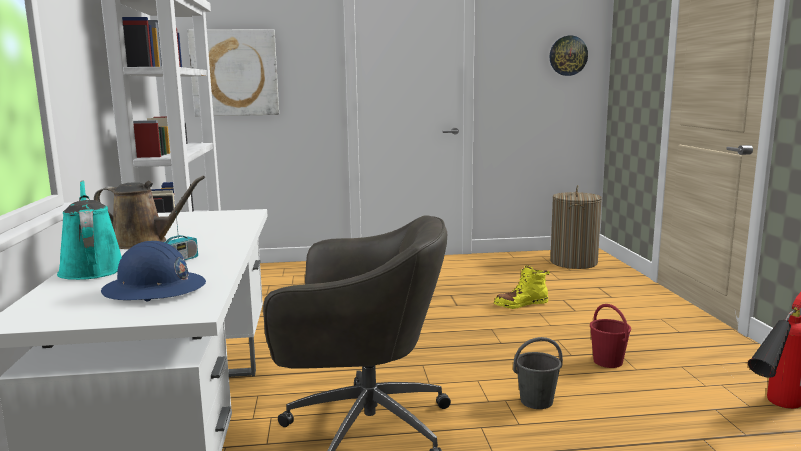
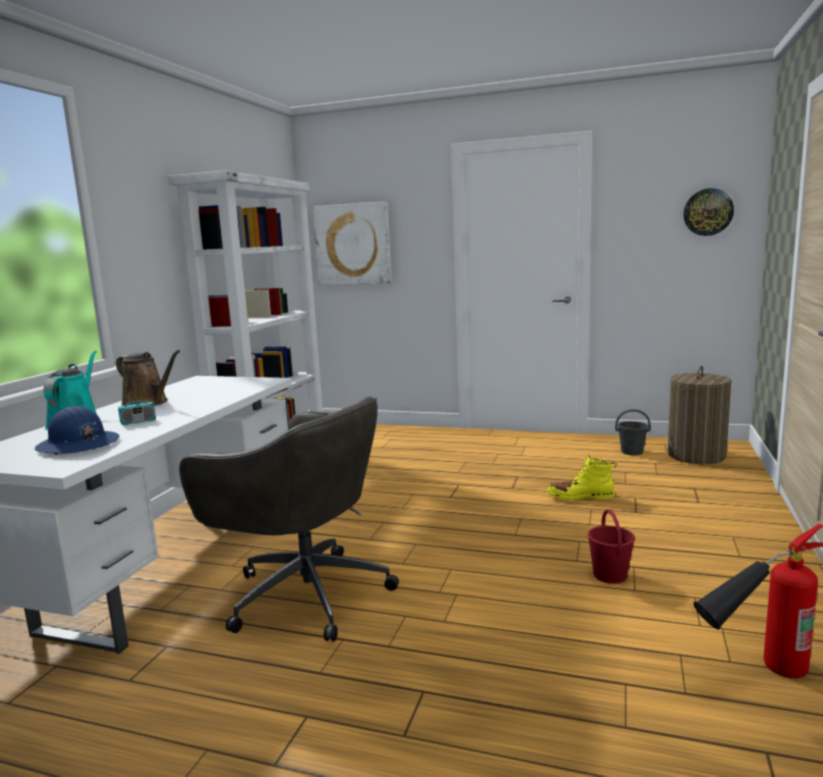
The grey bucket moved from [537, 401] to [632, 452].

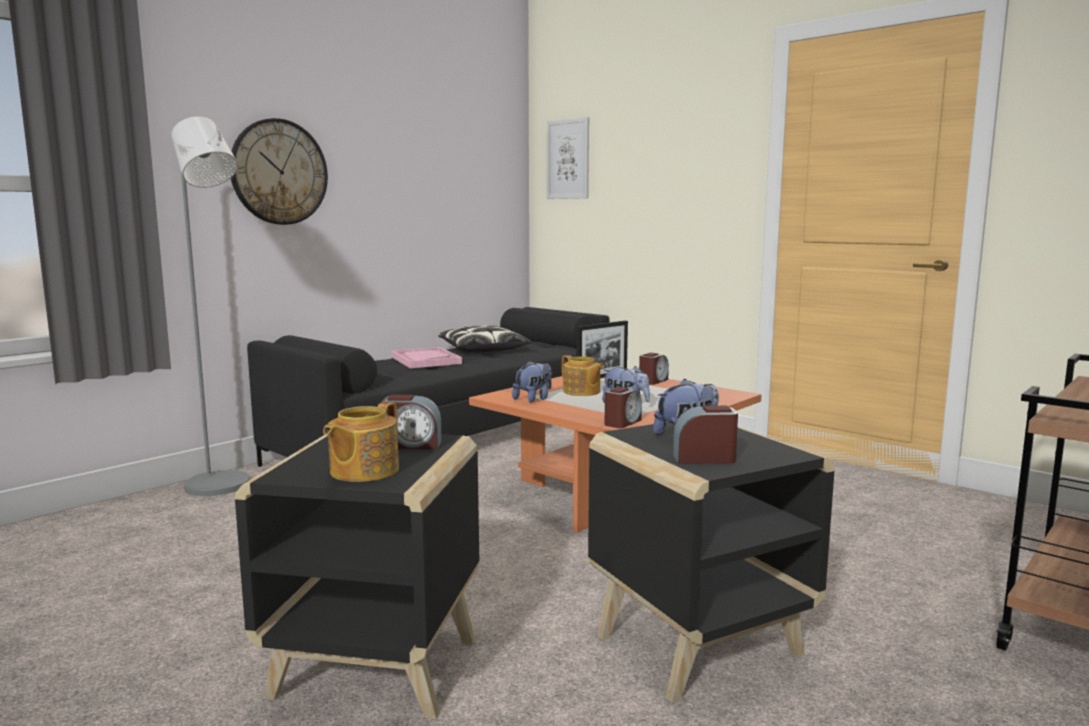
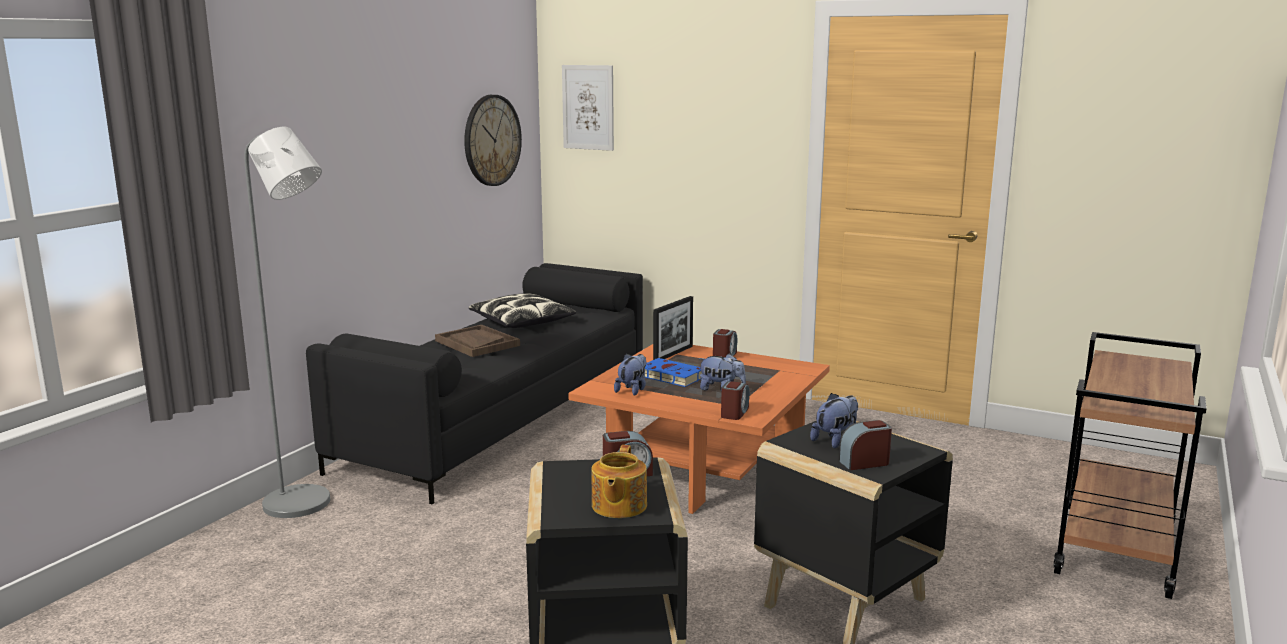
The pink tray at [425, 360] became the brown tray at [477, 343].
The wall clock moved from [279, 172] to [492, 140].
The teapot at [581, 392] was replaced by the blue book at [669, 376].

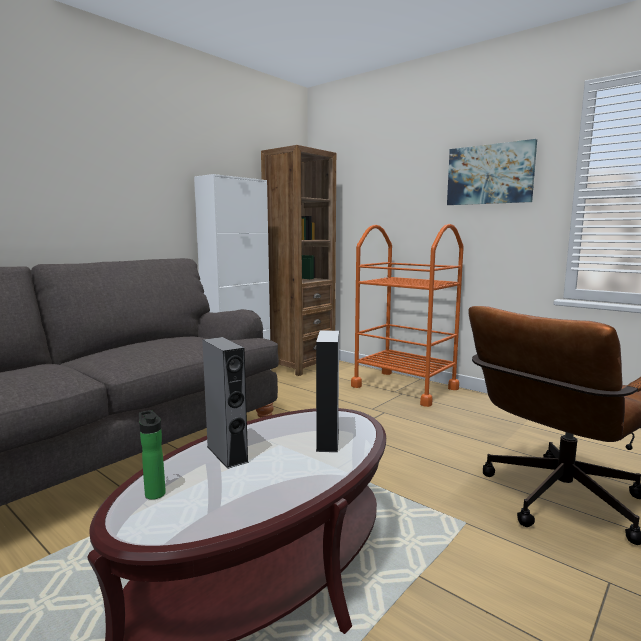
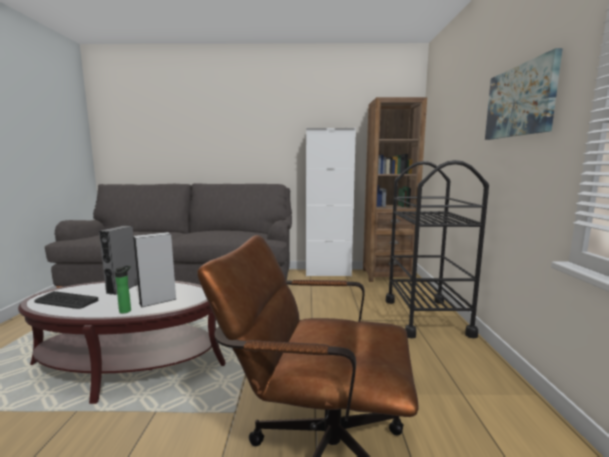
The keyboard at [66, 301] appeared.
The bottle moved from [154, 493] to [126, 310].
The orange cart at [404, 387] became the black cart at [426, 317].

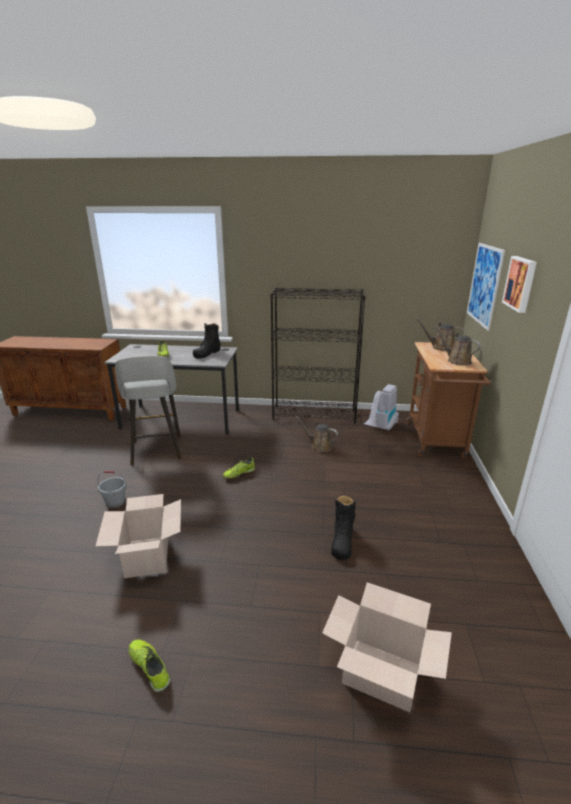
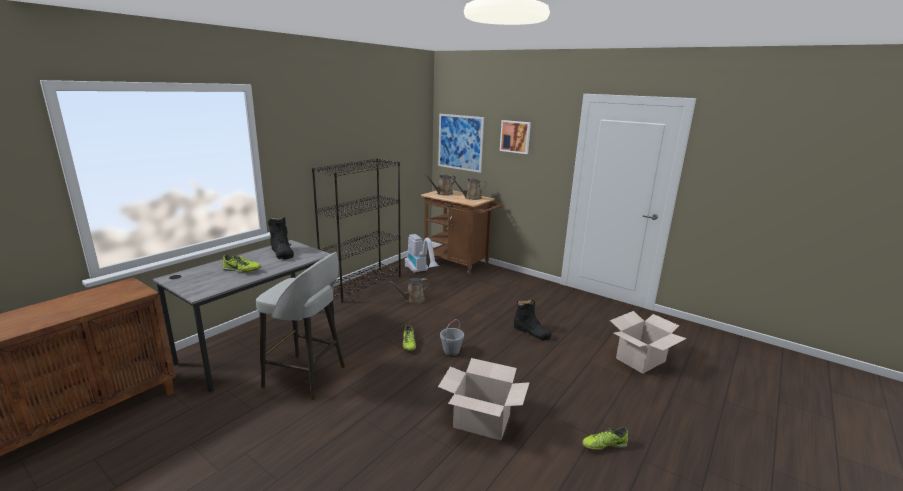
The grey bucket moved from [115, 502] to [451, 351].

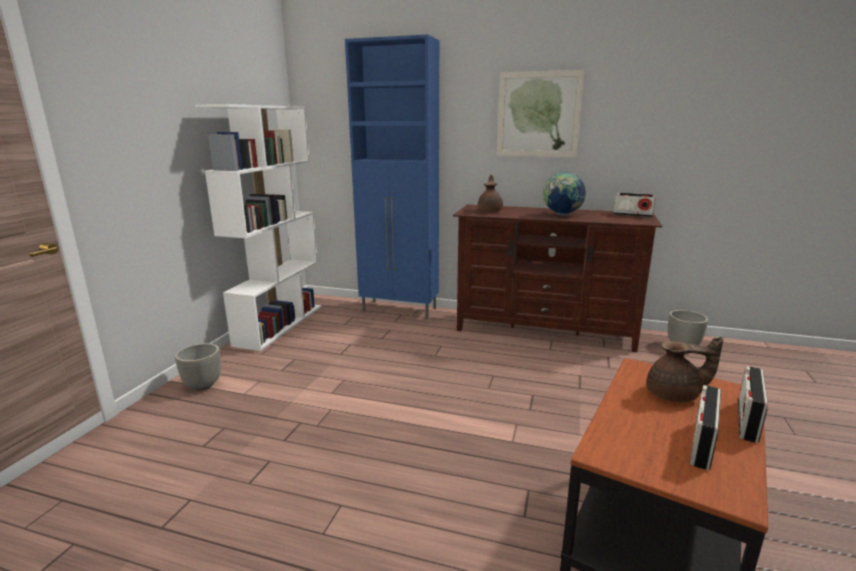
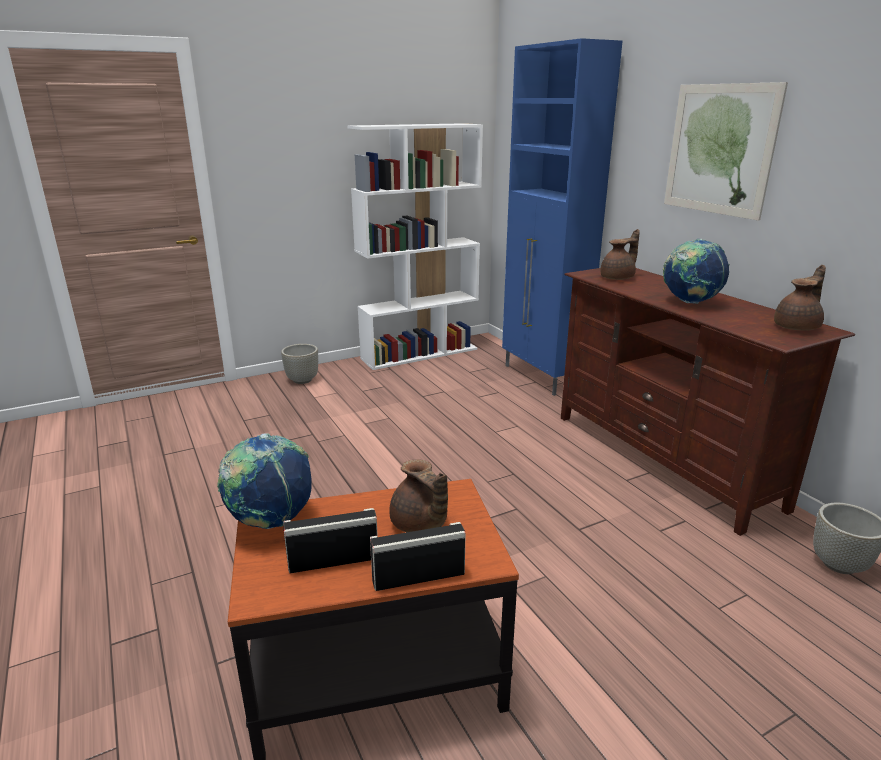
The globe at [270, 521] appeared.
The radio at [632, 215] was replaced by the brown teapot at [798, 327].

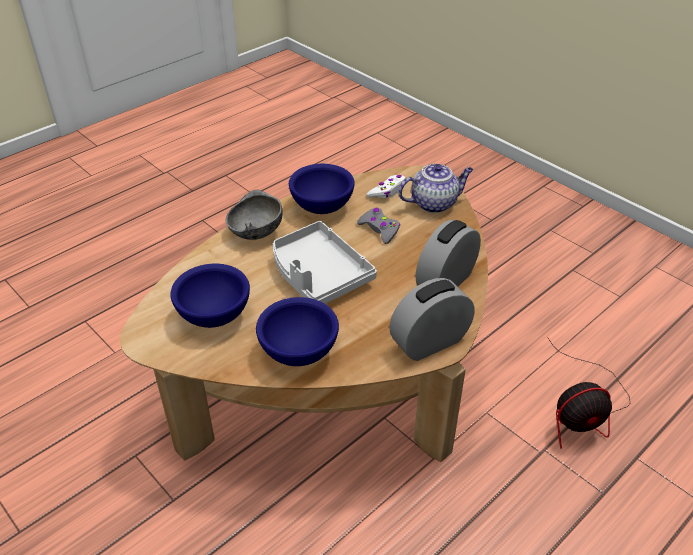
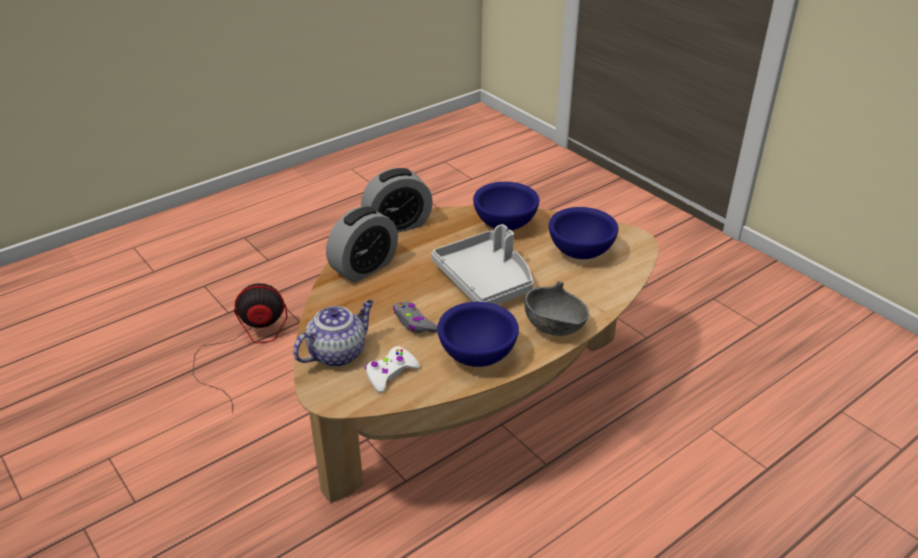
The teapot at [434, 203] turned 150 degrees clockwise.

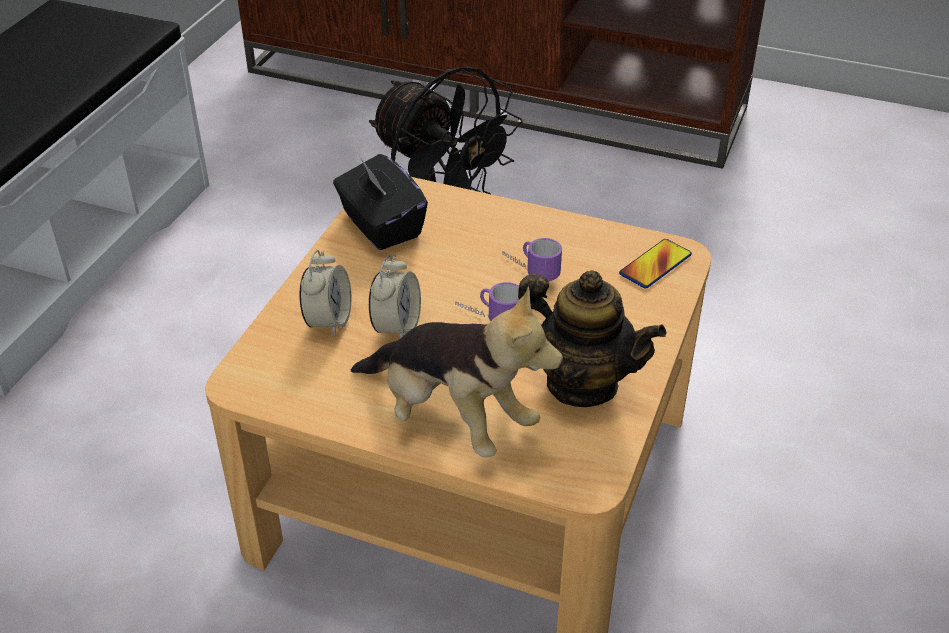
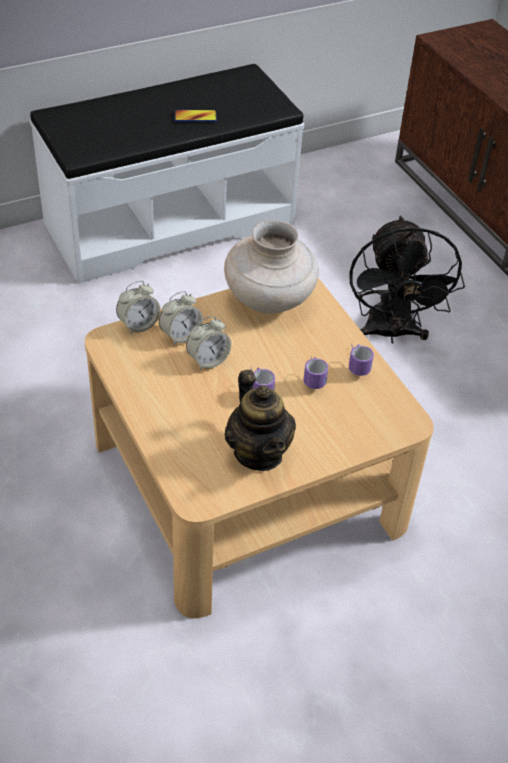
The alarm clock at [138, 325] appeared.
The phone moved from [655, 265] to [195, 117].
The black tissue box at [381, 226] was replaced by the beige vase at [269, 300].
The mug at [356, 363] appeared.
The plush toy at [451, 418] disappeared.

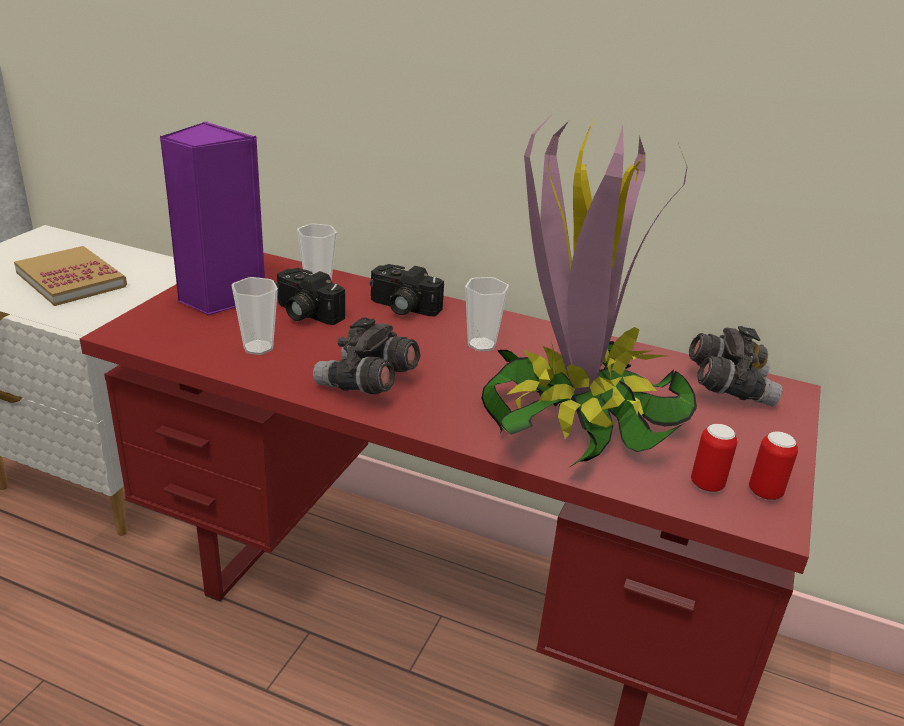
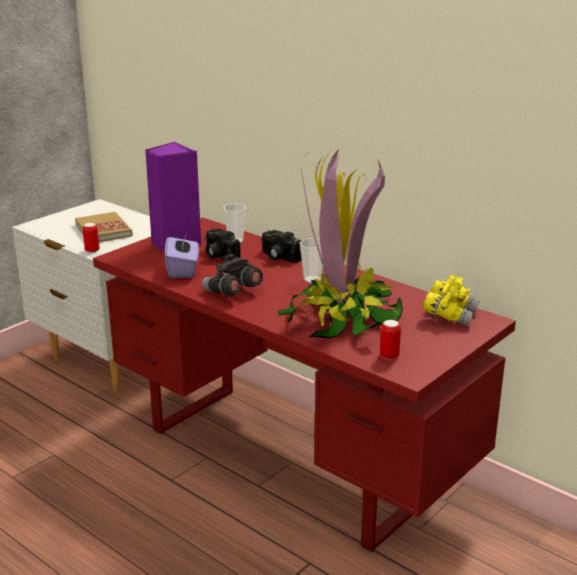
The can moved from [764, 492] to [92, 250].
The cup at [258, 348] was replaced by the purple tissue box at [183, 270].
The grey binoculars at [728, 388] became the yellow binoculars at [449, 315].

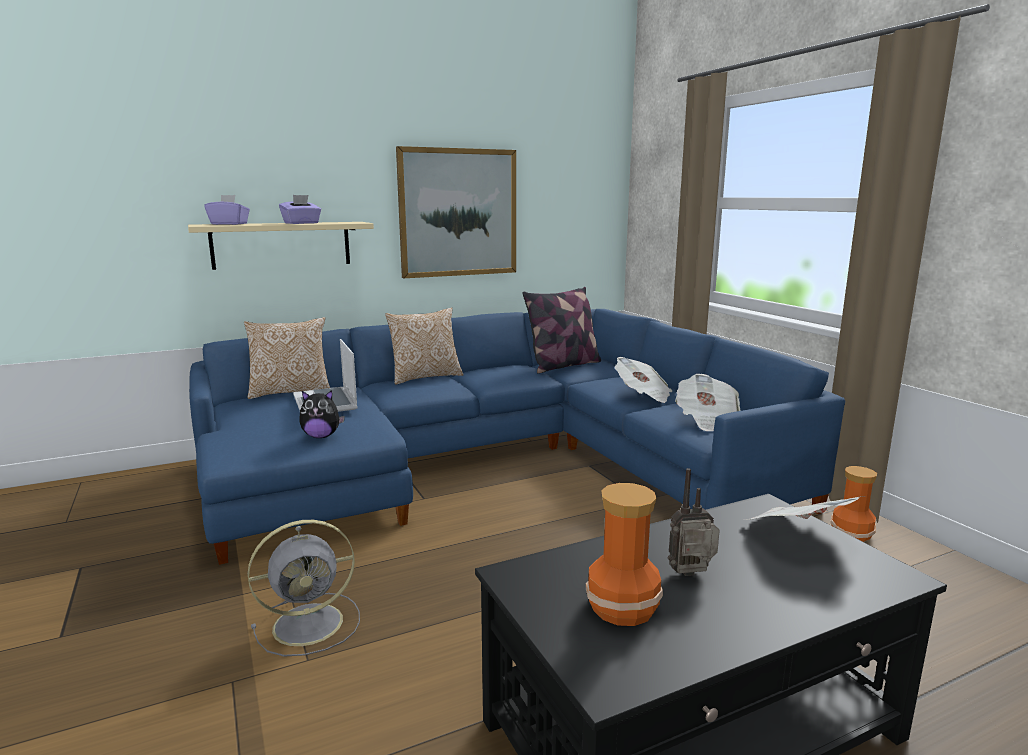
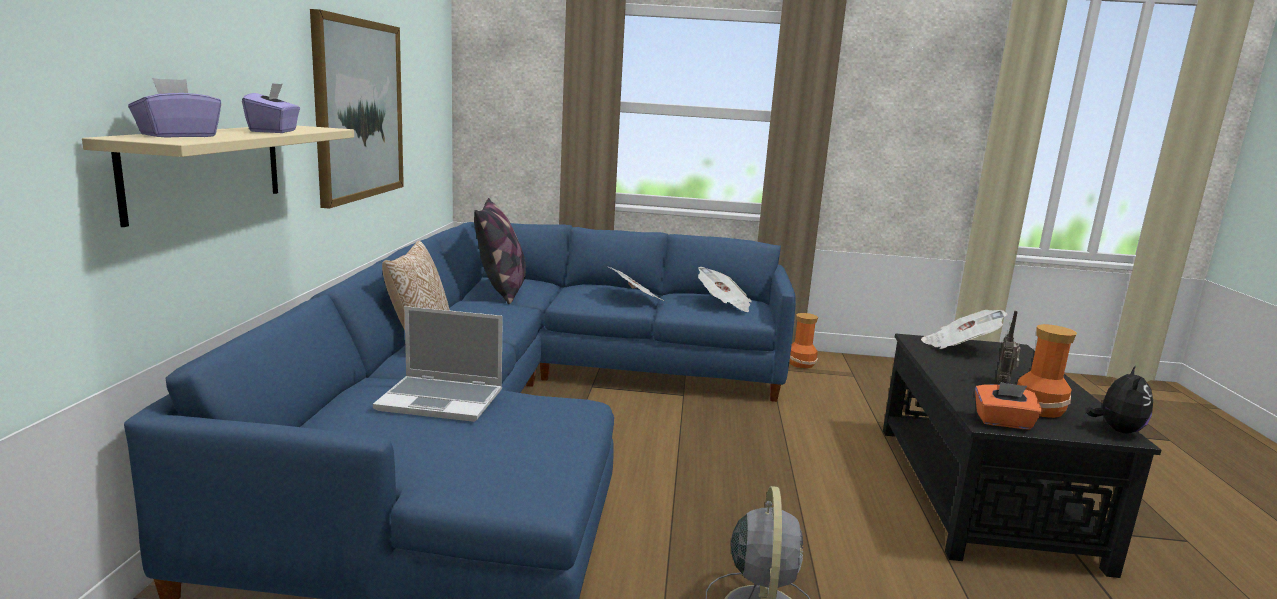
The orange tissue box at [1003, 422] appeared.
The plush toy moved from [321, 436] to [1116, 430].
The pillow at [290, 392] disappeared.

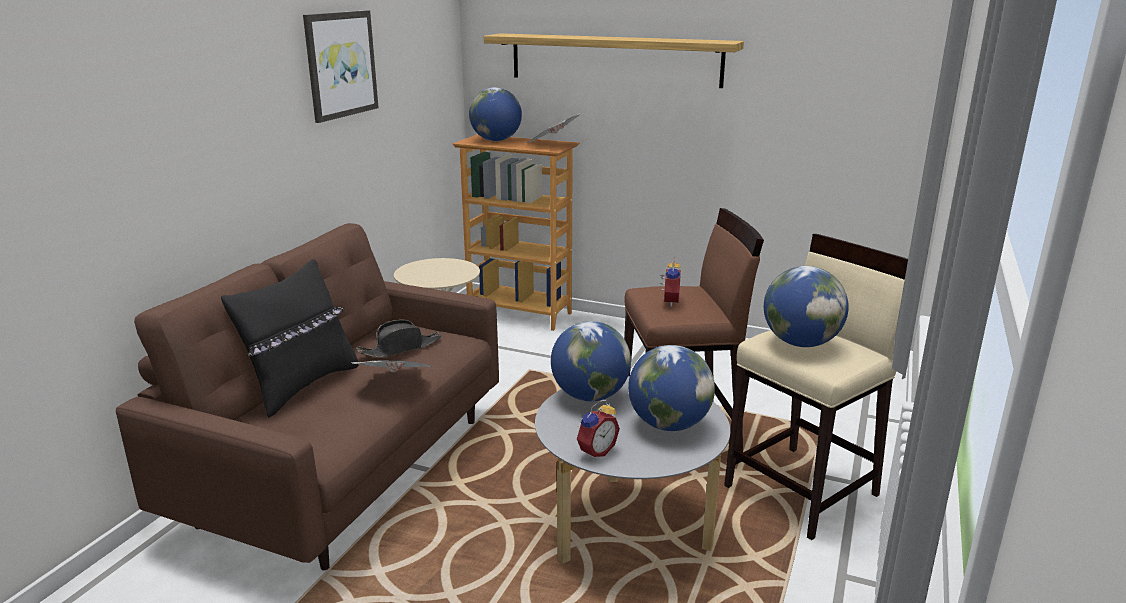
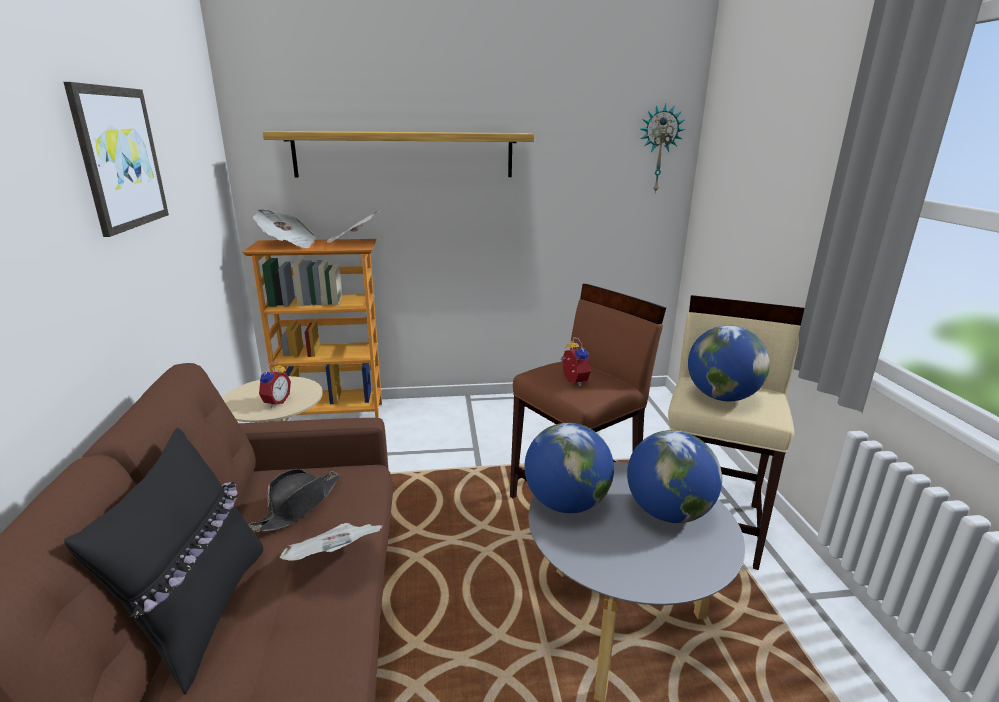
The globe at [496, 140] was replaced by the newspaper at [288, 244].
The alarm clock moved from [595, 451] to [275, 402].
The wall clock at [658, 149] appeared.

